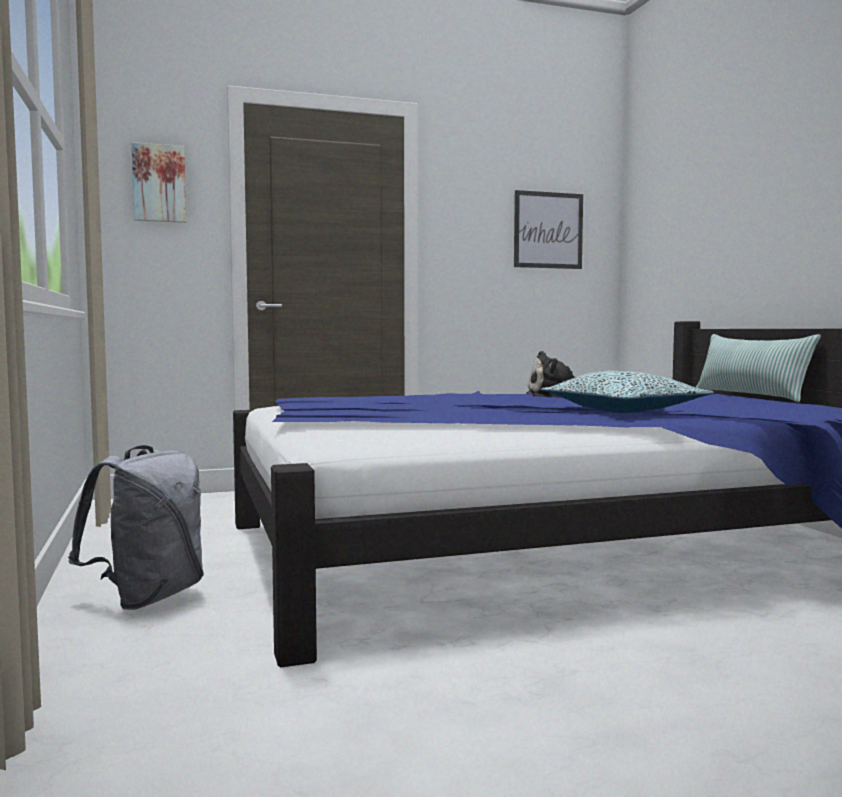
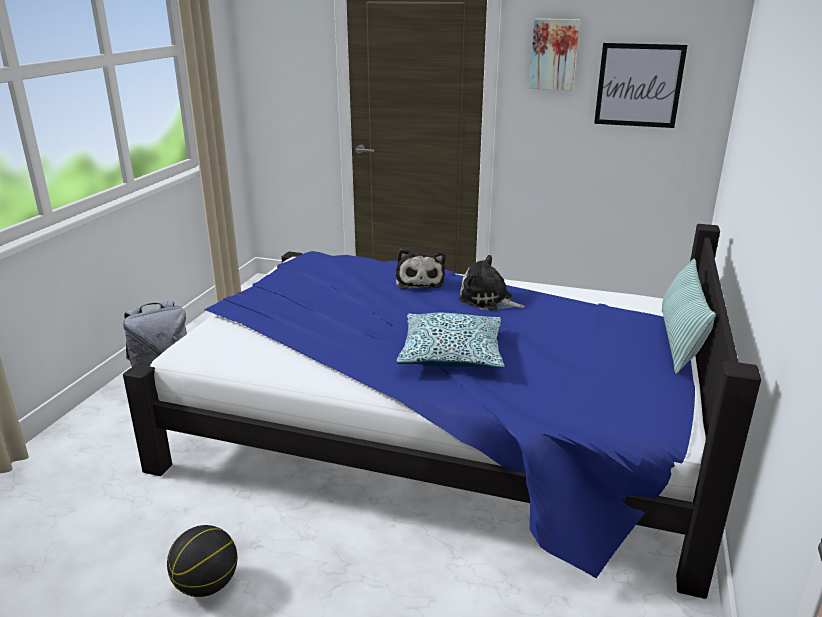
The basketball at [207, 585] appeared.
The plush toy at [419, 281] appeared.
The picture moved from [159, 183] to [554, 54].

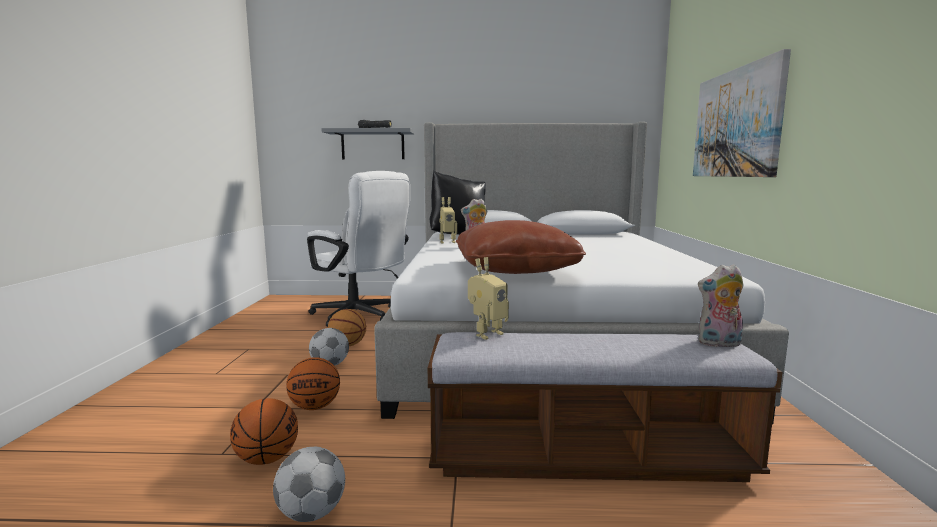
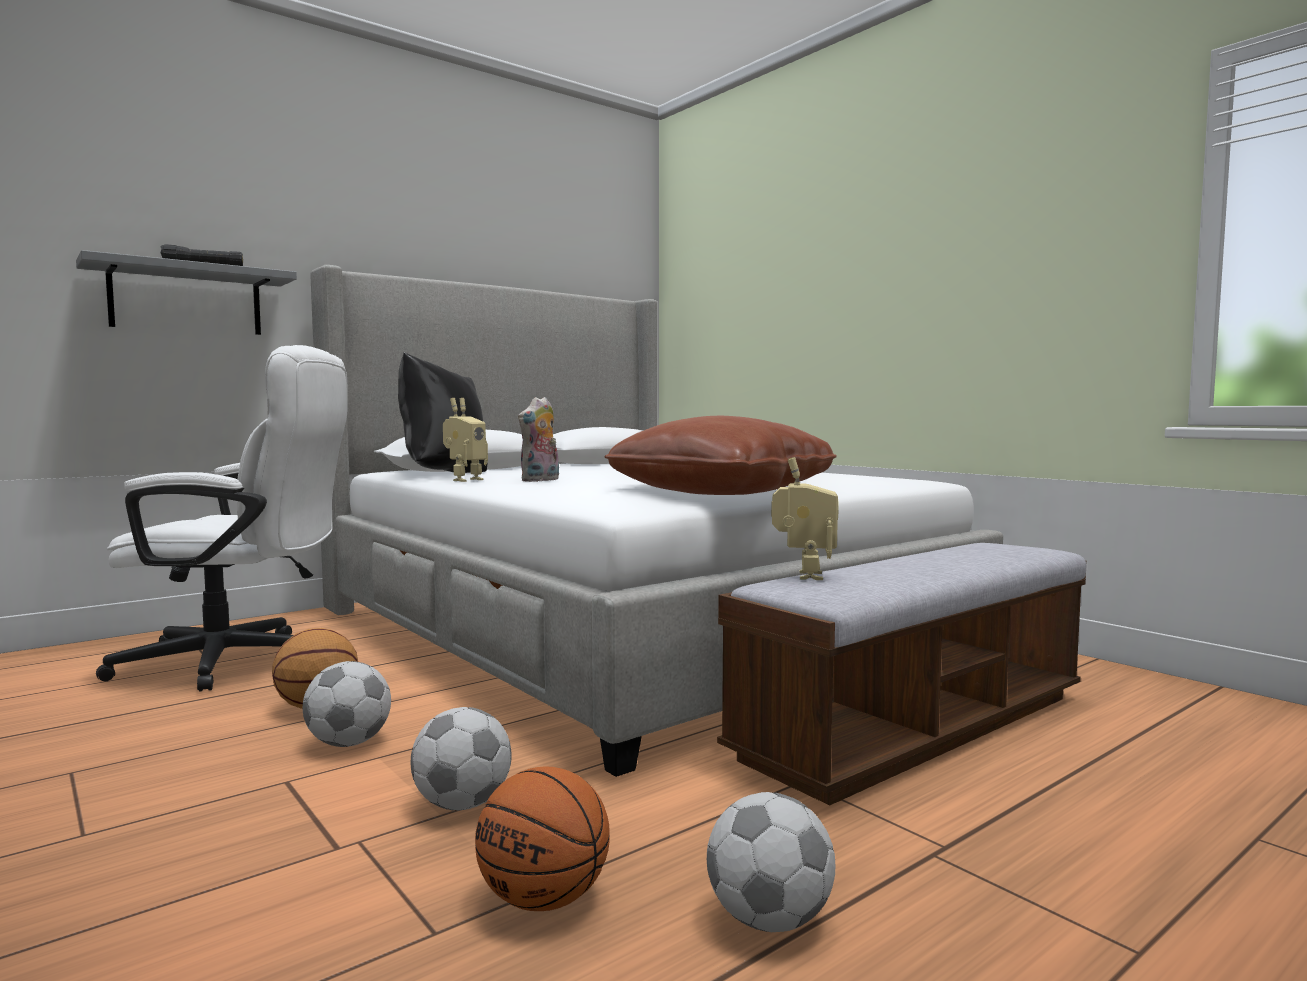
The basketball at [315, 407] was replaced by the football at [462, 805].
The picture at [736, 123] disappeared.
The plush toy at [719, 344] disappeared.

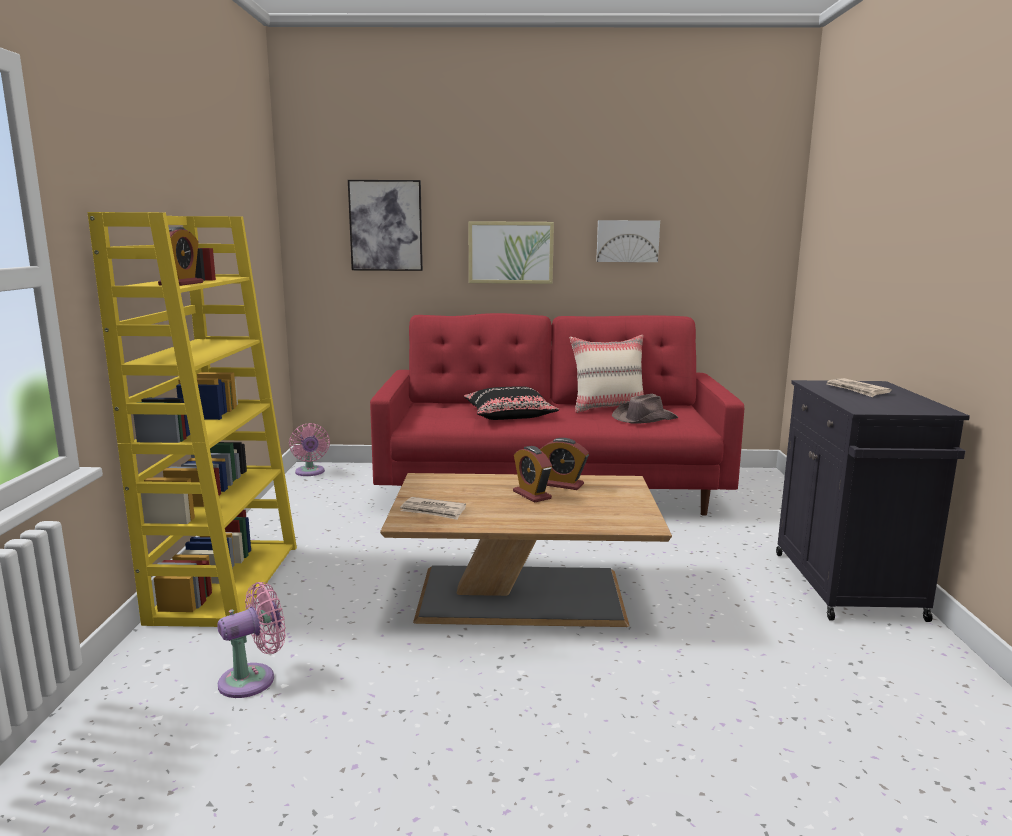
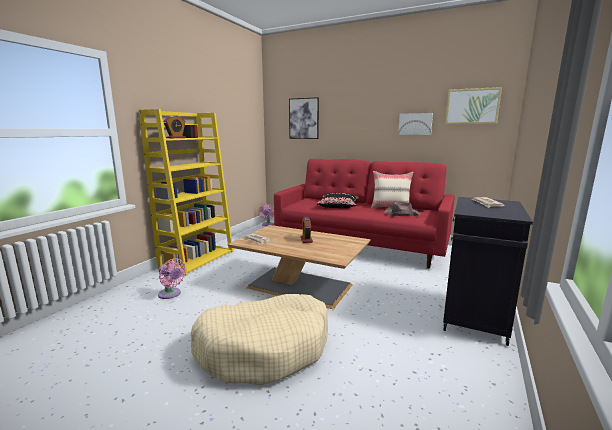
The pink fan at [253, 679] turned 45 degrees clockwise.
The beige dog bed at [265, 348] appeared.
The picture moved from [510, 252] to [472, 106].
The alarm clock at [563, 484] disappeared.

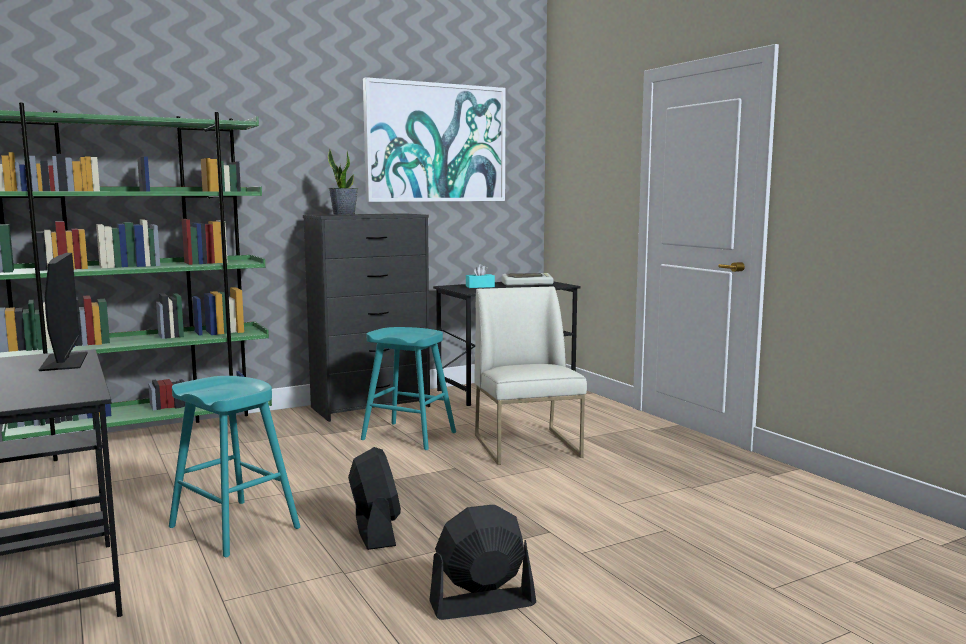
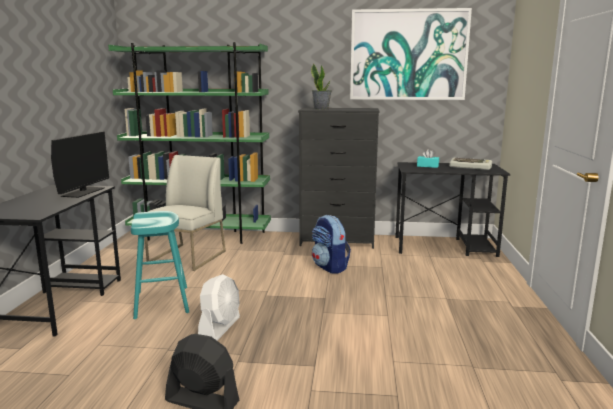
The white chair moved from [528, 446] to [187, 257].
The black fan at [375, 531] became the white fan at [220, 328].
The turquoise stool at [408, 436] was replaced by the backpack at [330, 267].

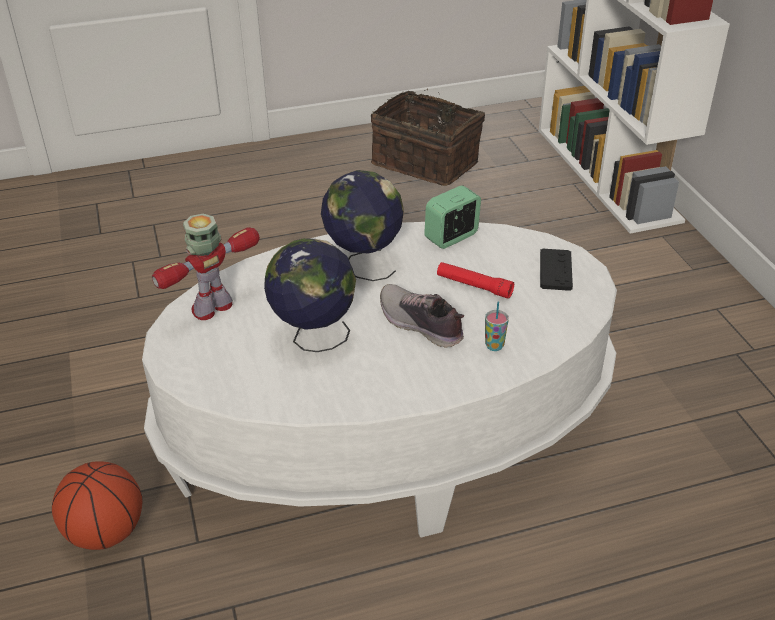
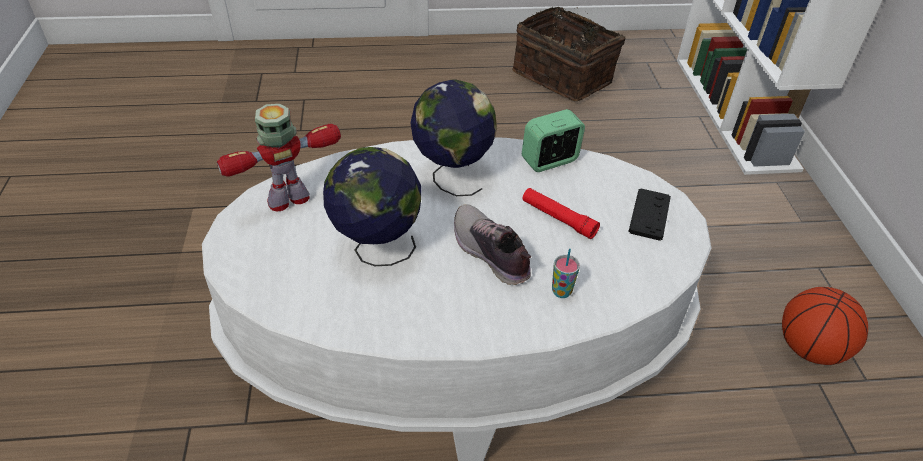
The basketball moved from [106, 532] to [809, 348].

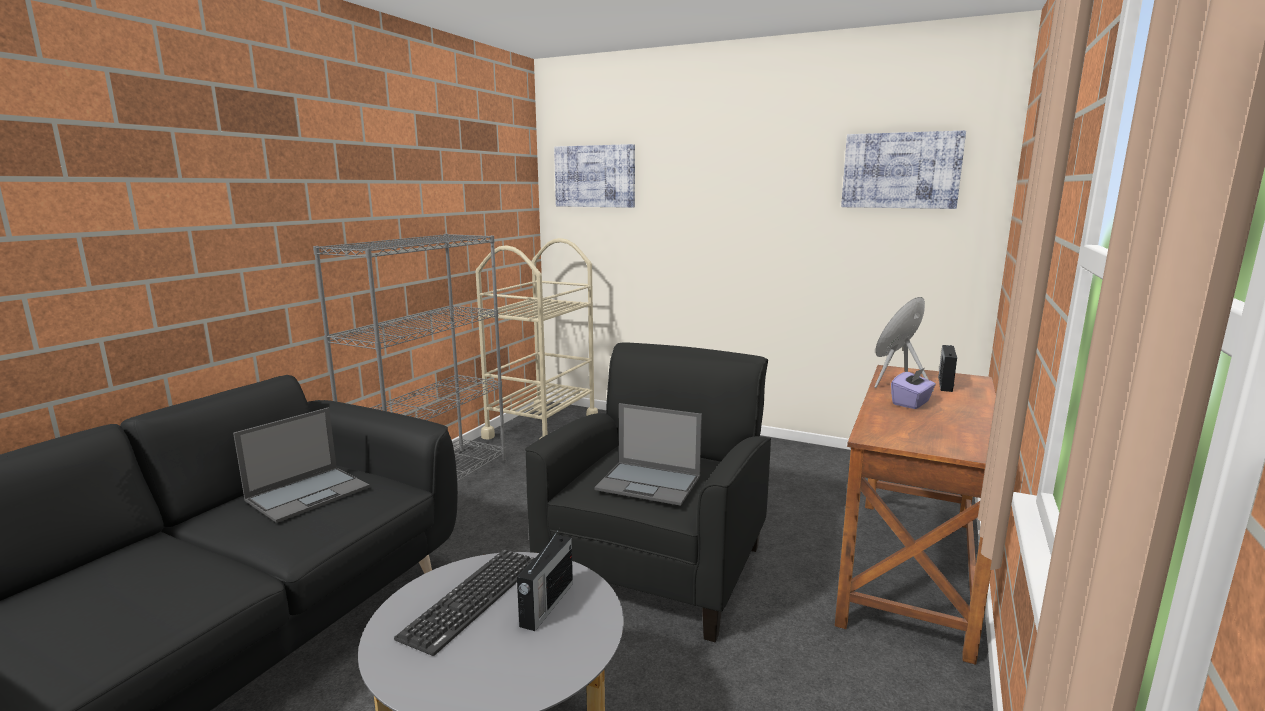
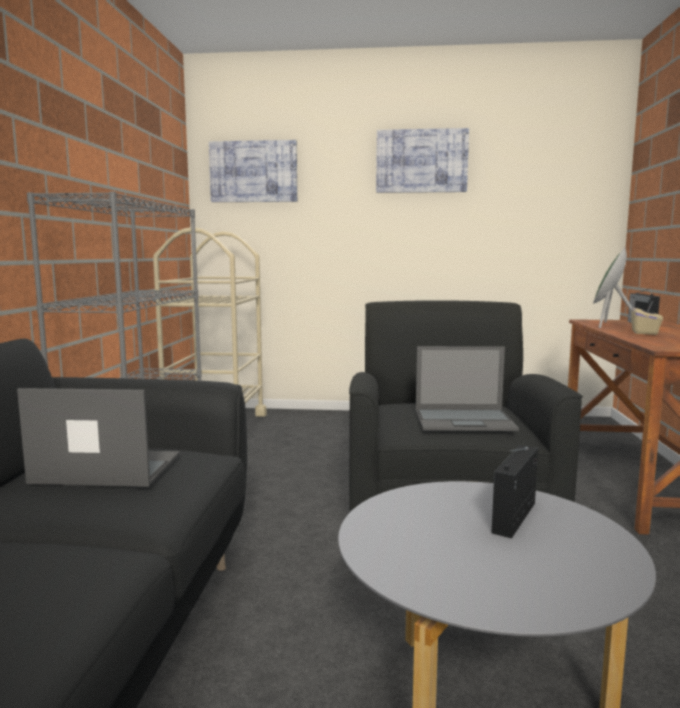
The laptop at [309, 493] turned 105 degrees counterclockwise.
The picture moved from [900, 170] to [421, 161].
The radio at [546, 605] turned 150 degrees counterclockwise.
The purple tissue box at [911, 403] became the beige tissue box at [645, 332].
The keyboard at [473, 598] disappeared.

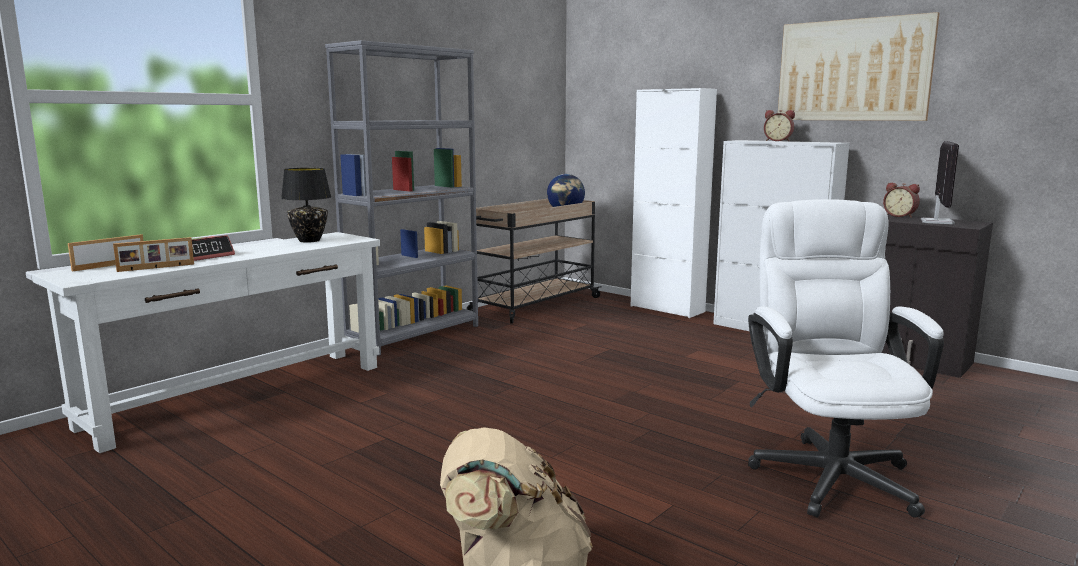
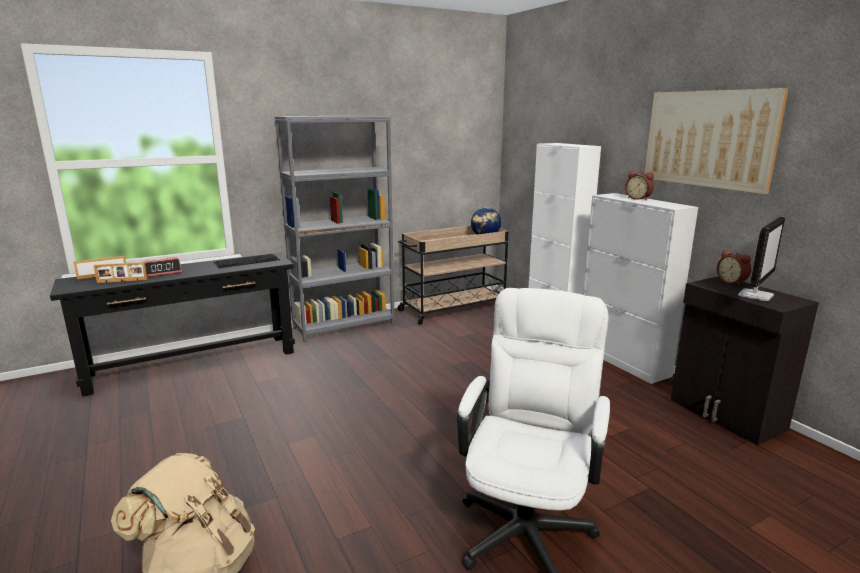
The white console table at [240, 395] became the black console table at [193, 363].
The black table lamp at [309, 240] was replaced by the keyboard at [247, 261].

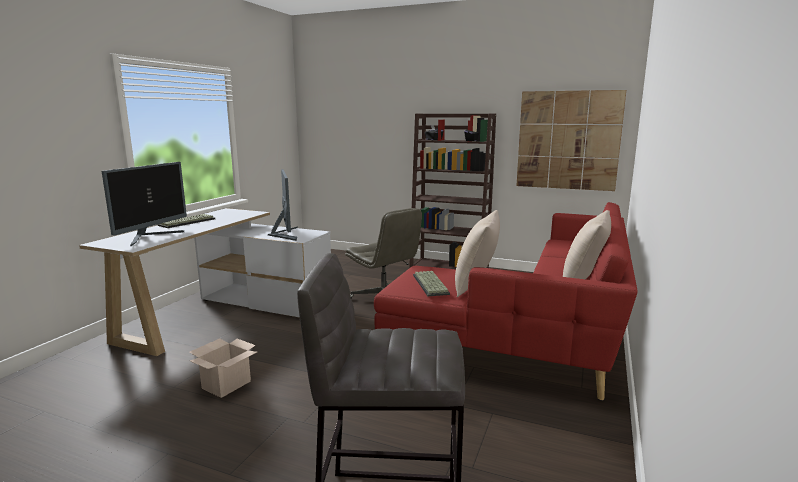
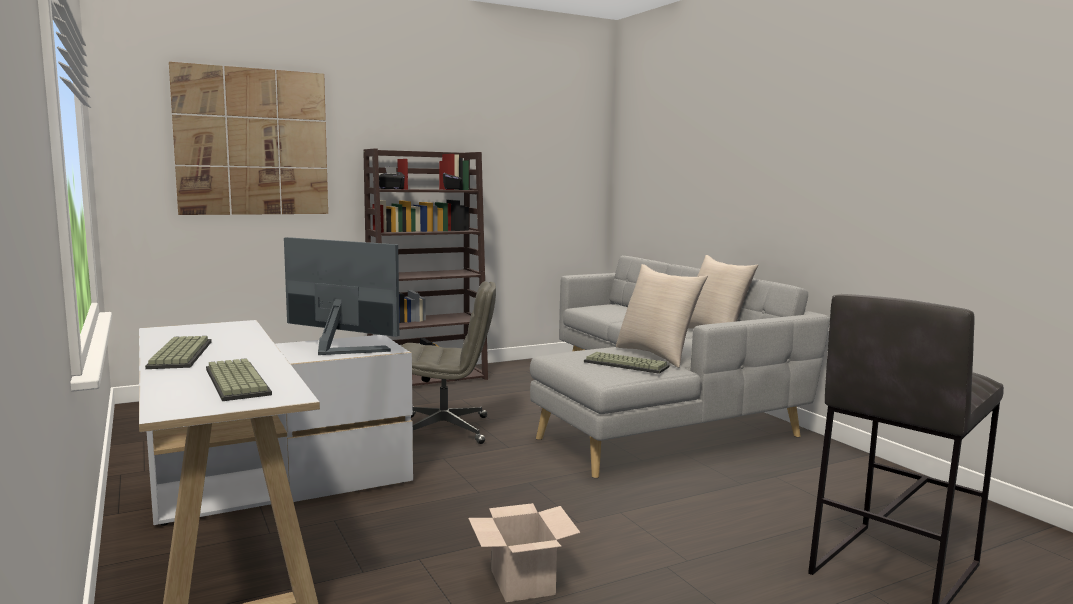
The picture moved from [568, 140] to [253, 142].
The monitor at [151, 237] was replaced by the keyboard at [234, 381].
The red sofa at [535, 335] became the grey sofa at [657, 411].

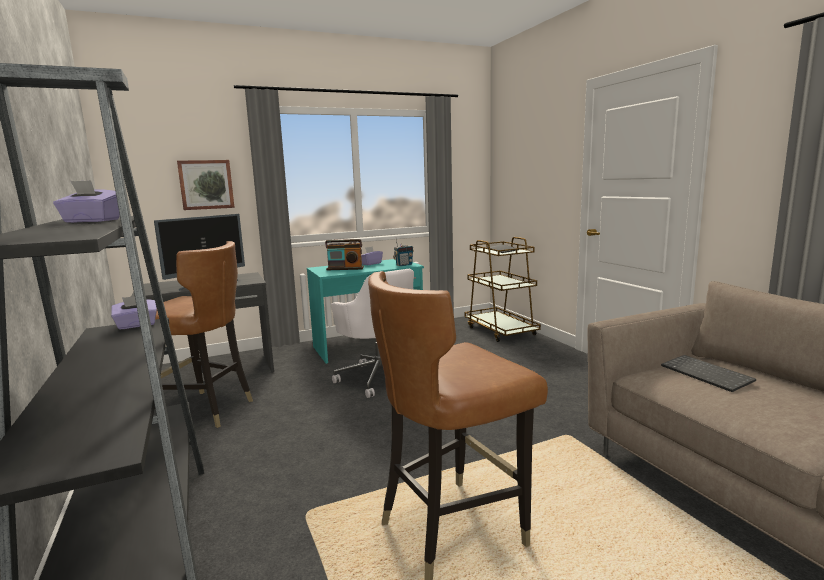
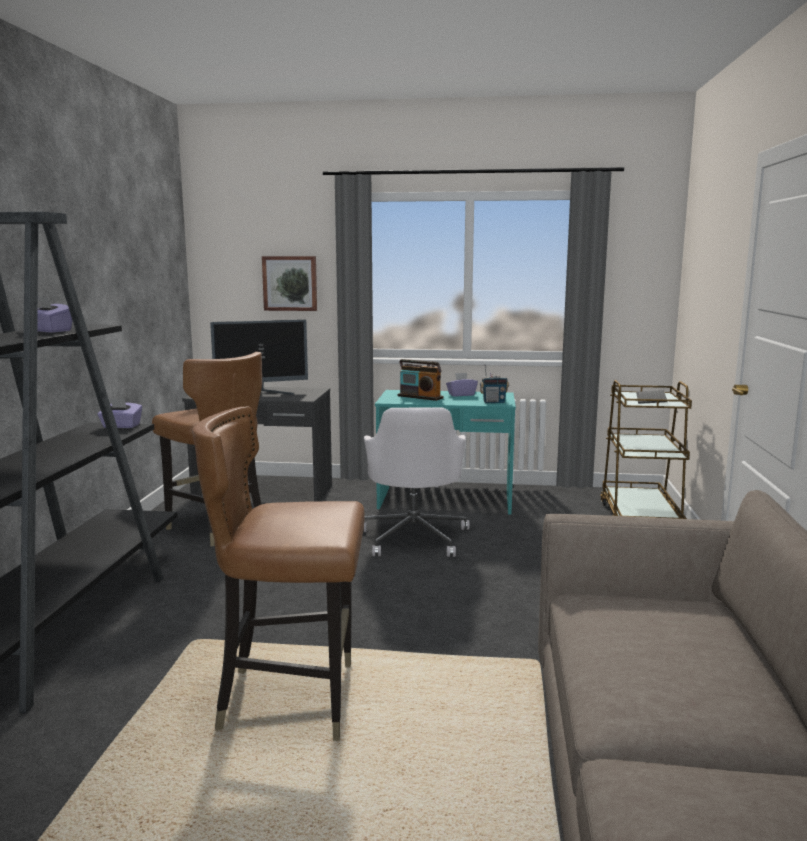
The keyboard at [707, 374] disappeared.

